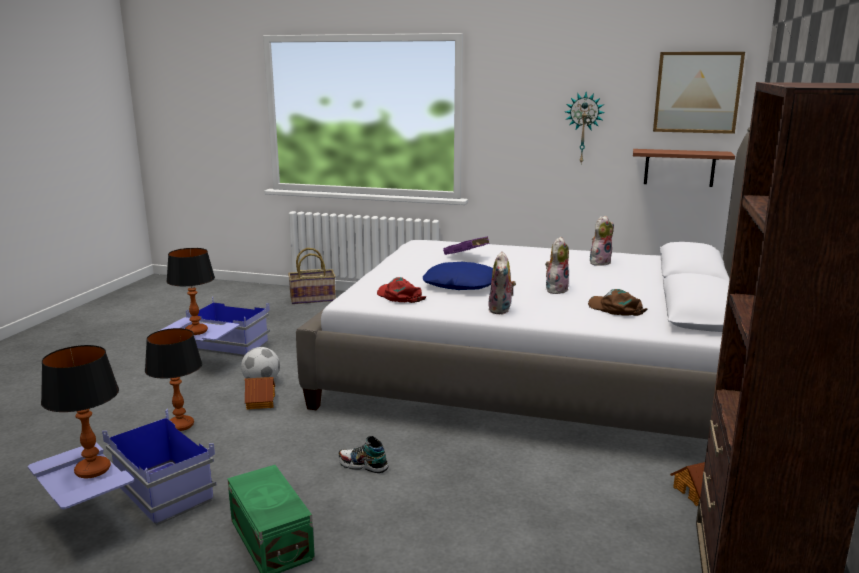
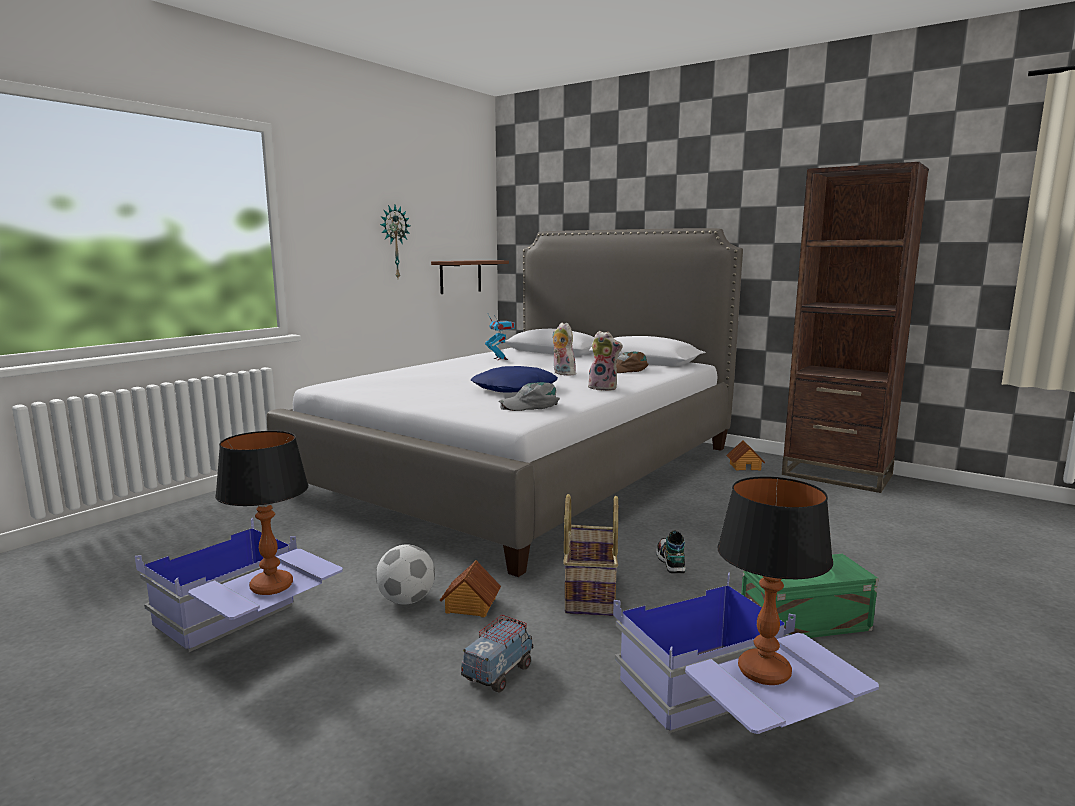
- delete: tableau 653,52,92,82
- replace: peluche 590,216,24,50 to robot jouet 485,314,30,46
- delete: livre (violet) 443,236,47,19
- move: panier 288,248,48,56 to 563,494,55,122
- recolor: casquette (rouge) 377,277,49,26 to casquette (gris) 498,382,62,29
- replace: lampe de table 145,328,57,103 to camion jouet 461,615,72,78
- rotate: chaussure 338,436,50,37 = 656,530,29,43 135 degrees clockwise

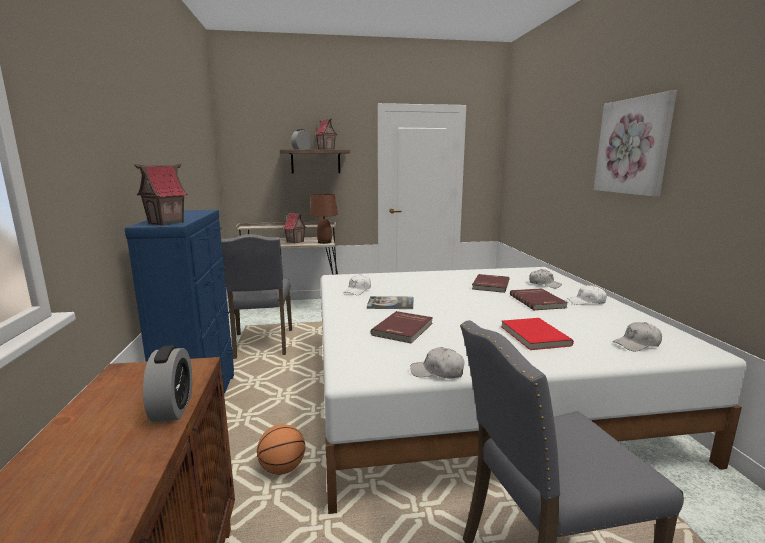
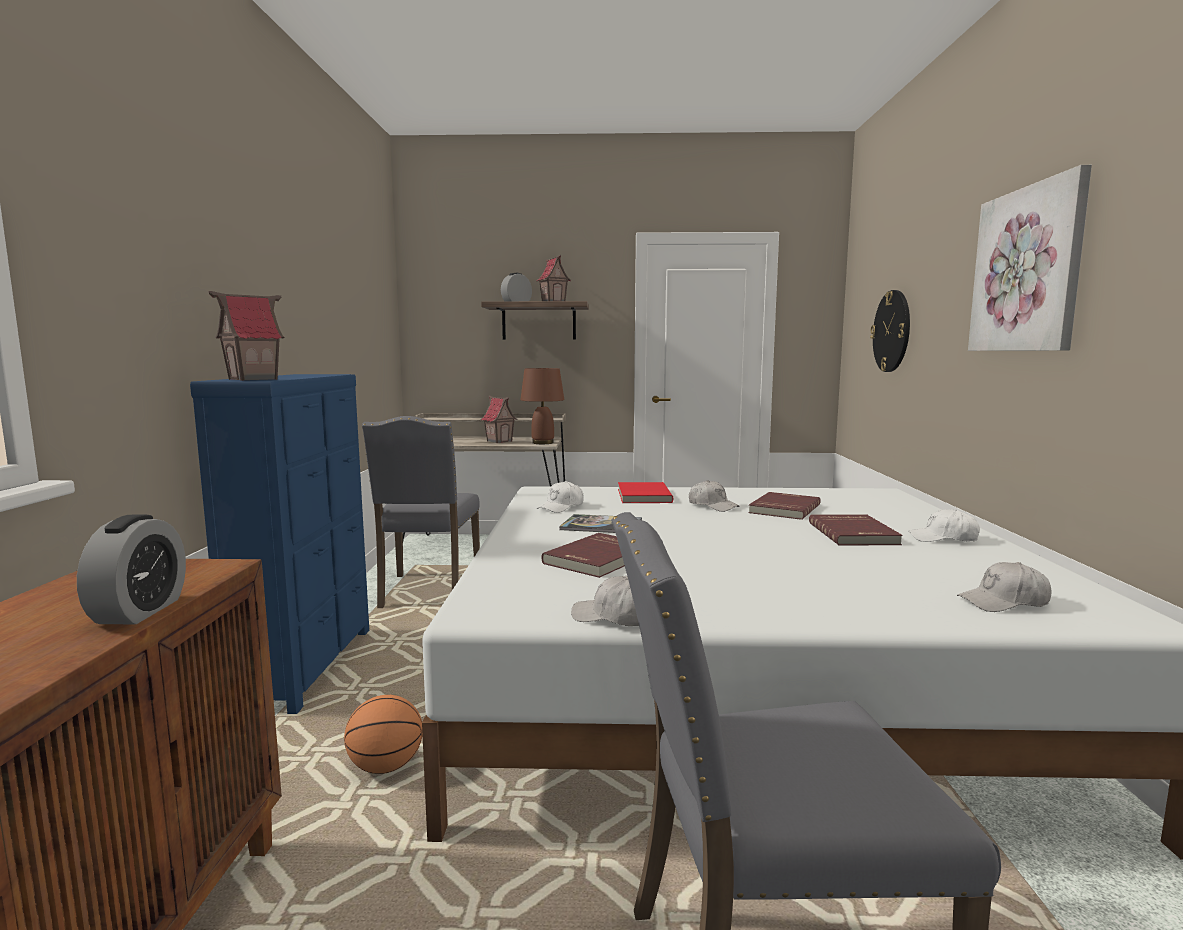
- move: casquette (blanc) 529,269,33,19 to 689,480,51,32
- move: livre (rouge) 501,318,73,32 to 618,482,55,21
- insert: horloge murale 870,290,40,82

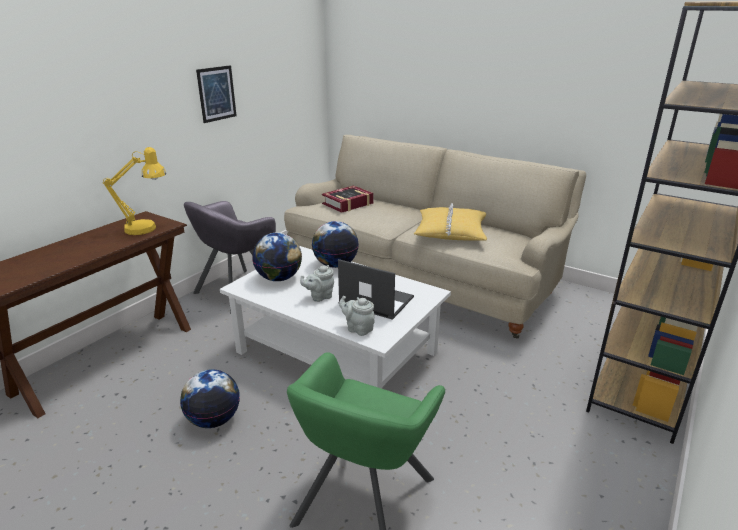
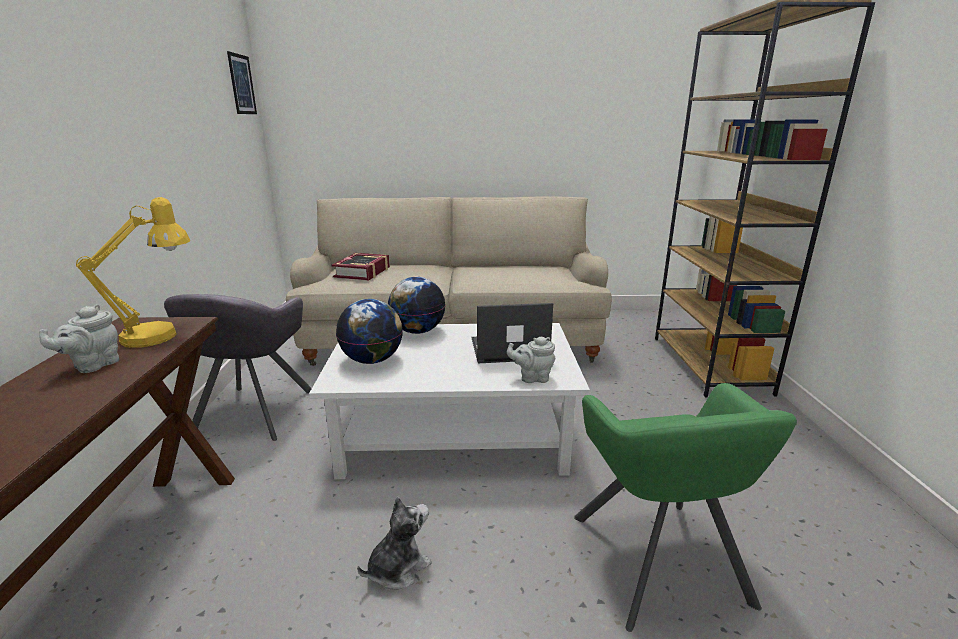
- move: tableau 196,65,41,58 to 227,51,30,63
- delete: coussin (jaune) 413,203,74,38
- move: théière (gris) 300,265,34,37 to 39,304,80,69
- replace: globe 180,369,60,59 to peluche 357,497,75,93

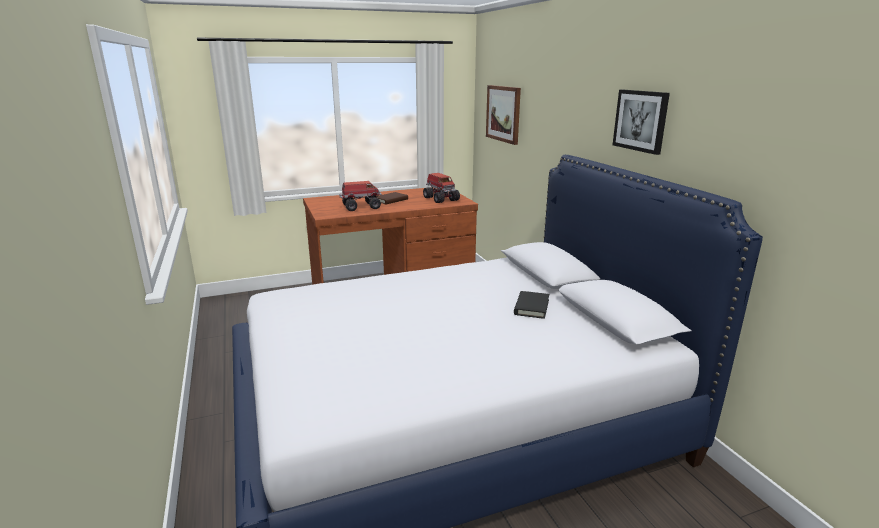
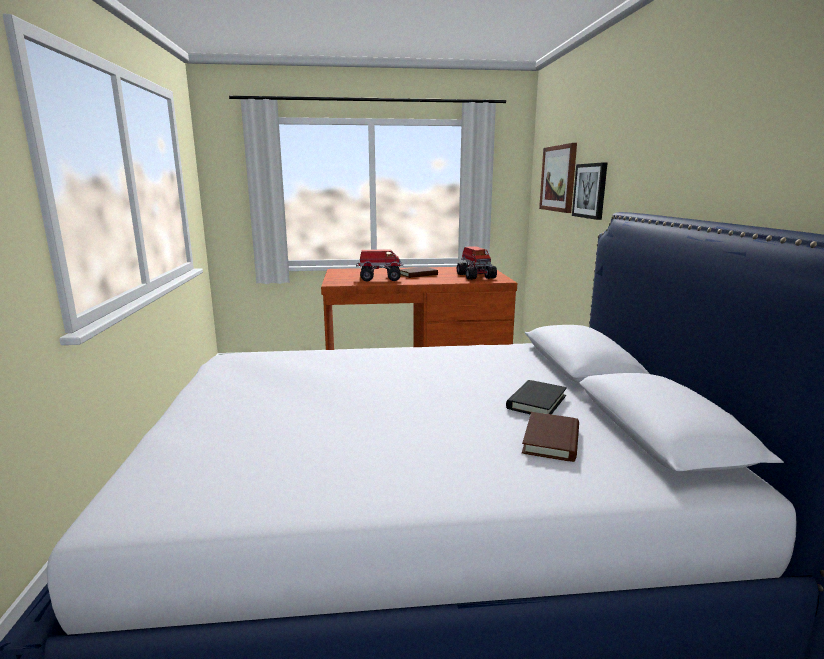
- move: tableau 613,90,57,65 to 572,162,36,58
- insert: livre (marron) 522,412,57,50

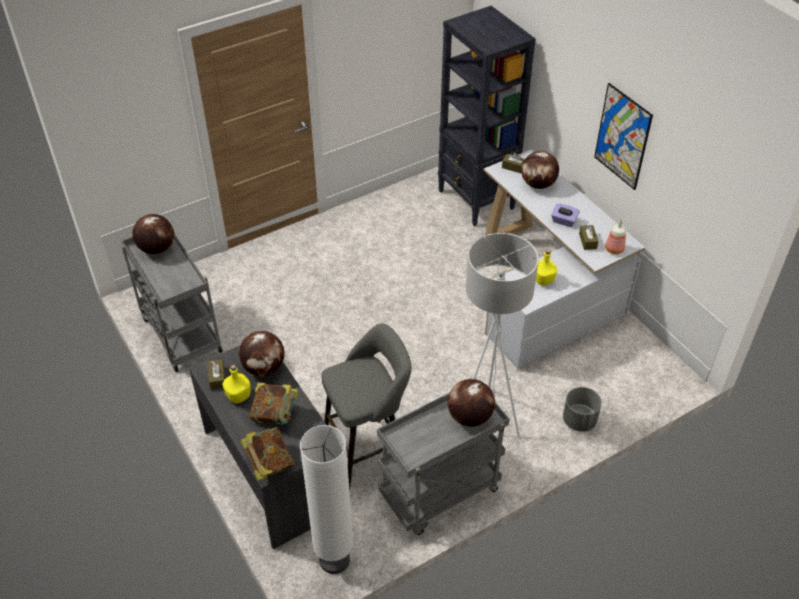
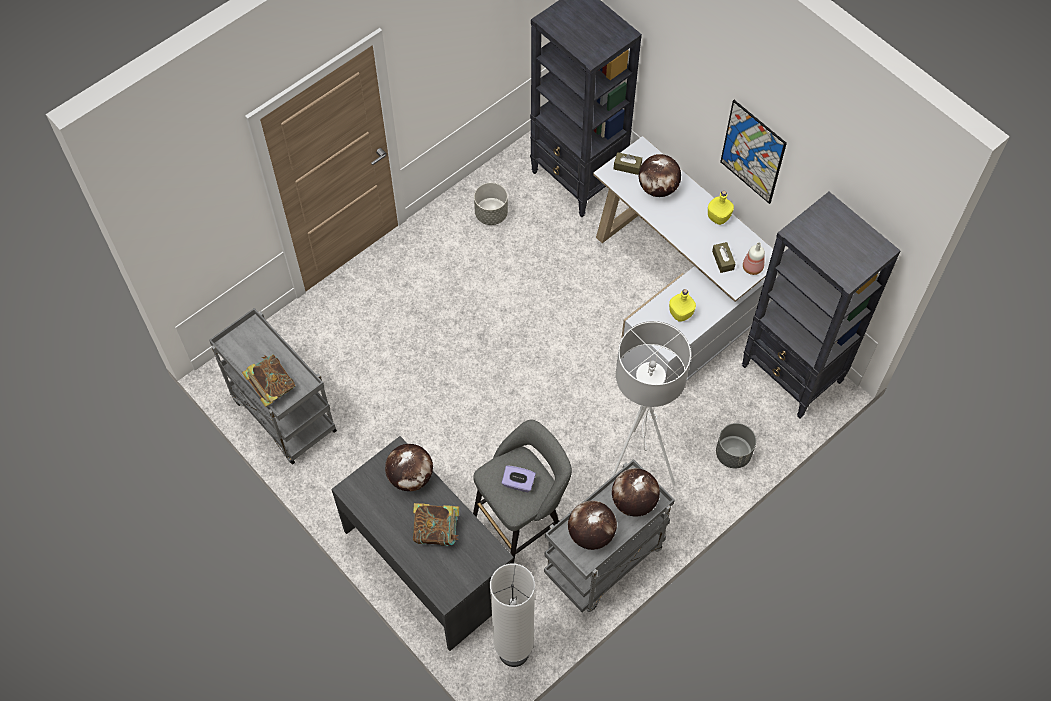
- move: boîte à mouchoirs (violet) 551,204,29,23 to 502,466,34,26
- move: globe 132,214,42,40 to 568,501,49,49
- delete: boîte à mouchoirs (marron) 208,359,17,31
- move: bouteille (jaune) 223,365,28,39 to 708,191,26,34
- move: livre 241,427,53,54 to 242,354,54,53
- insert: cache-pot (gris) 474,183,34,42
- insert: bibliothèque (noir) 742,192,158,226

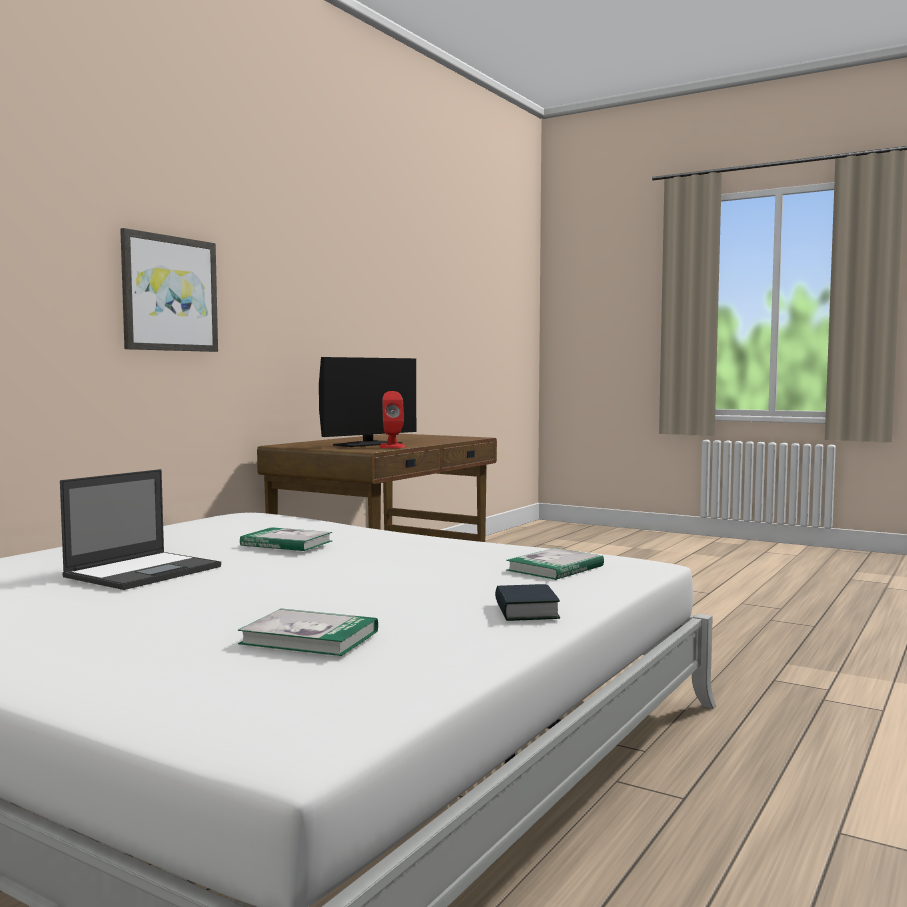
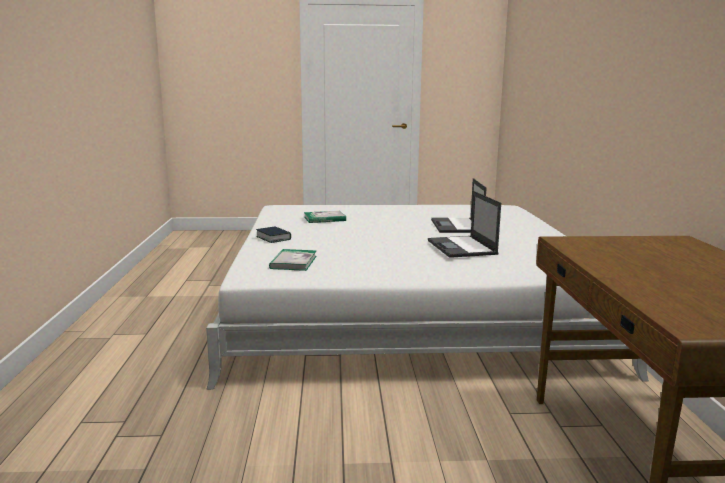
- delete: tableau 120,228,98,124
- delete: écran d'ordinateur 319,357,97,90
- delete: enceinte (rouge) 380,391,25,57
- replace: livre 240,527,92,24 to ordinateur portable 428,191,73,67

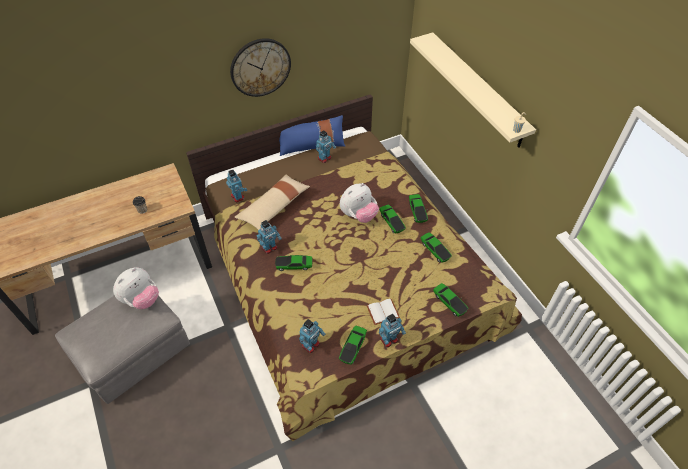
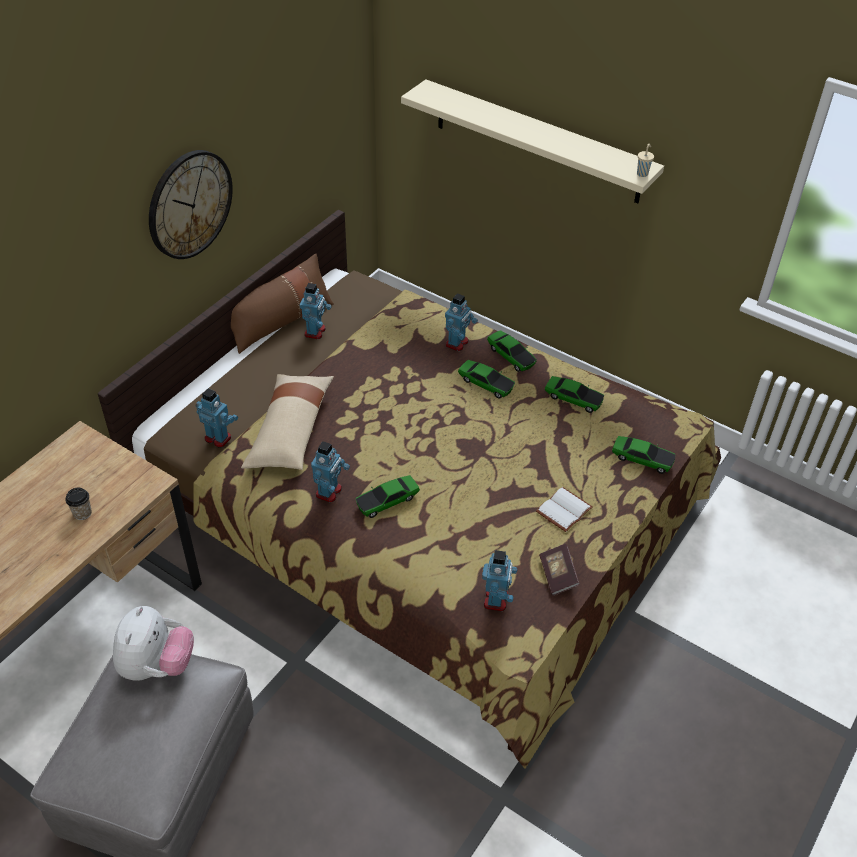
- recolor: coussin (bleu) 279,115,66,41 to coussin (marron) 231,254,103,100
- delete: peluche 340,183,39,40
- move: robot jouet 379,314,27,33 to 445,293,33,58
- replace: petite voiture 339,325,28,40 to livre 539,544,41,52

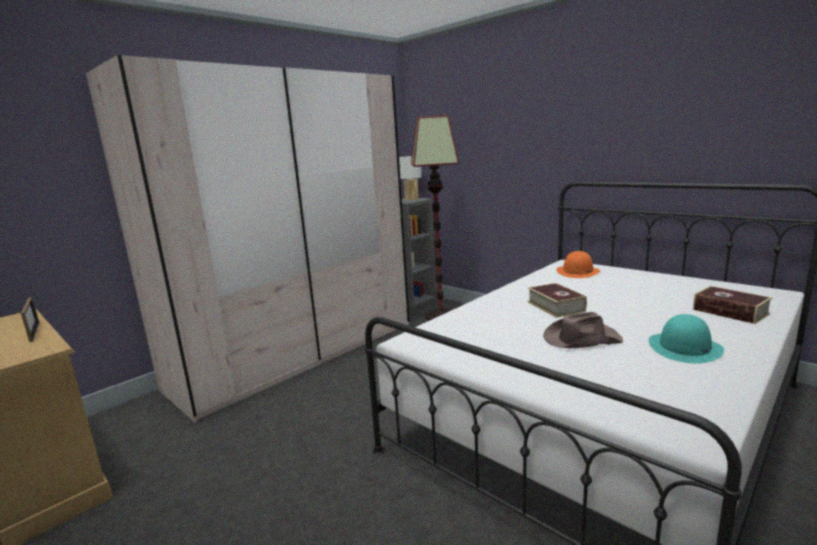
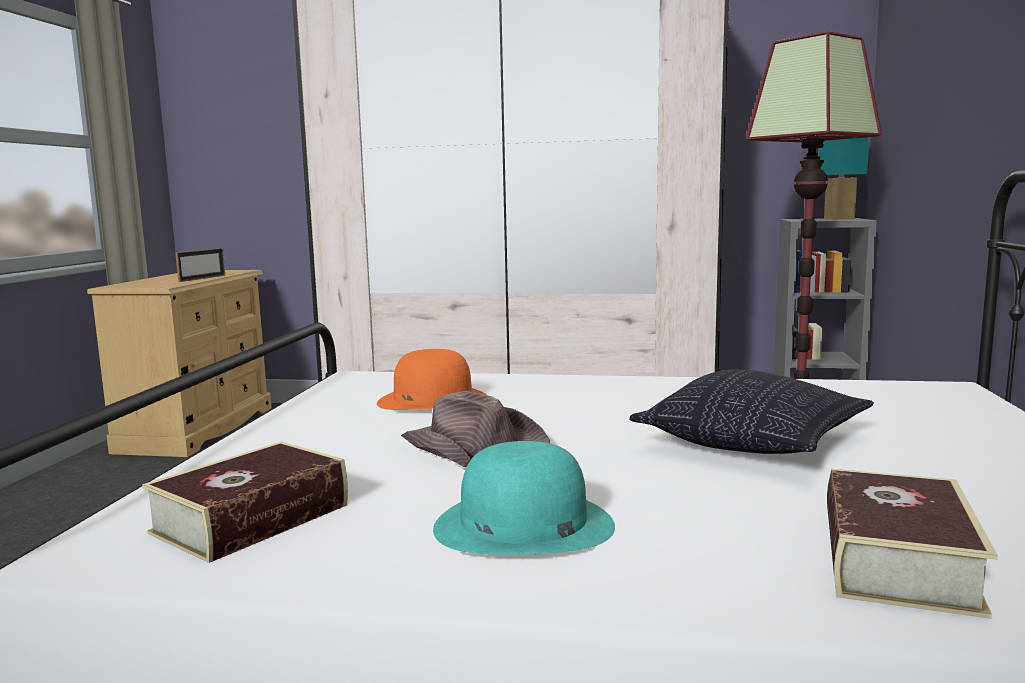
- recolor: lampe de table (blanc) 399,156,23,44 to lampe de table (turquoise) 818,137,51,83
- move: chapeau (orange) 556,251,44,27 to 377,349,110,61
- move: livre 527,283,60,35 to 142,441,206,122
- insert: coussin 629,369,245,85

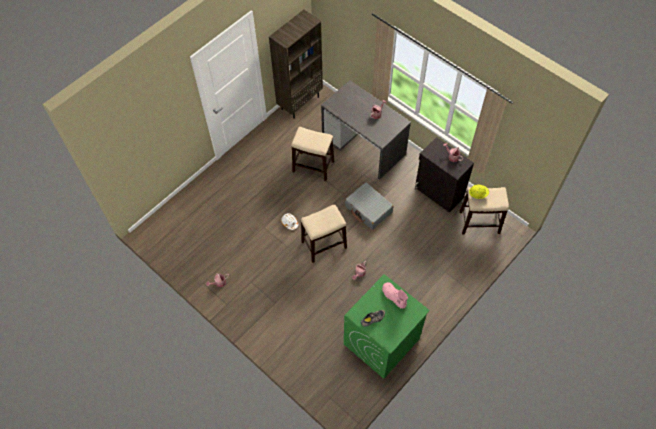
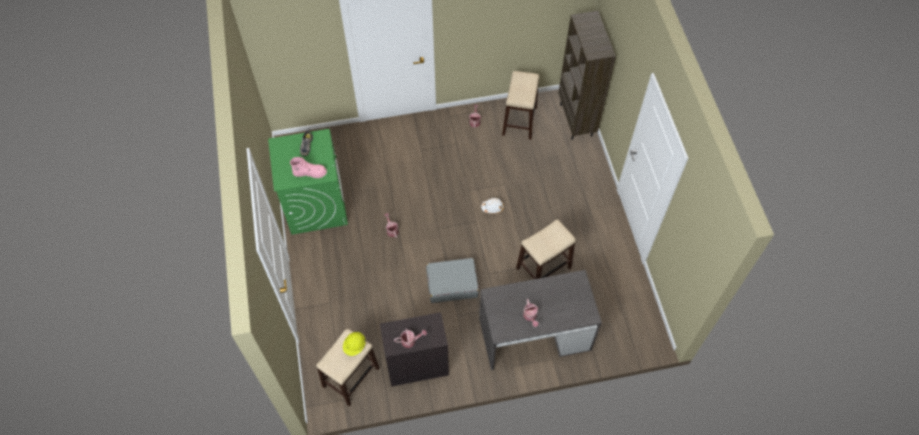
- move: bibliothèque (marron) 269,10,54,109 to 558,11,58,129
- move: tabouret 301,205,46,58 to 502,71,37,69

